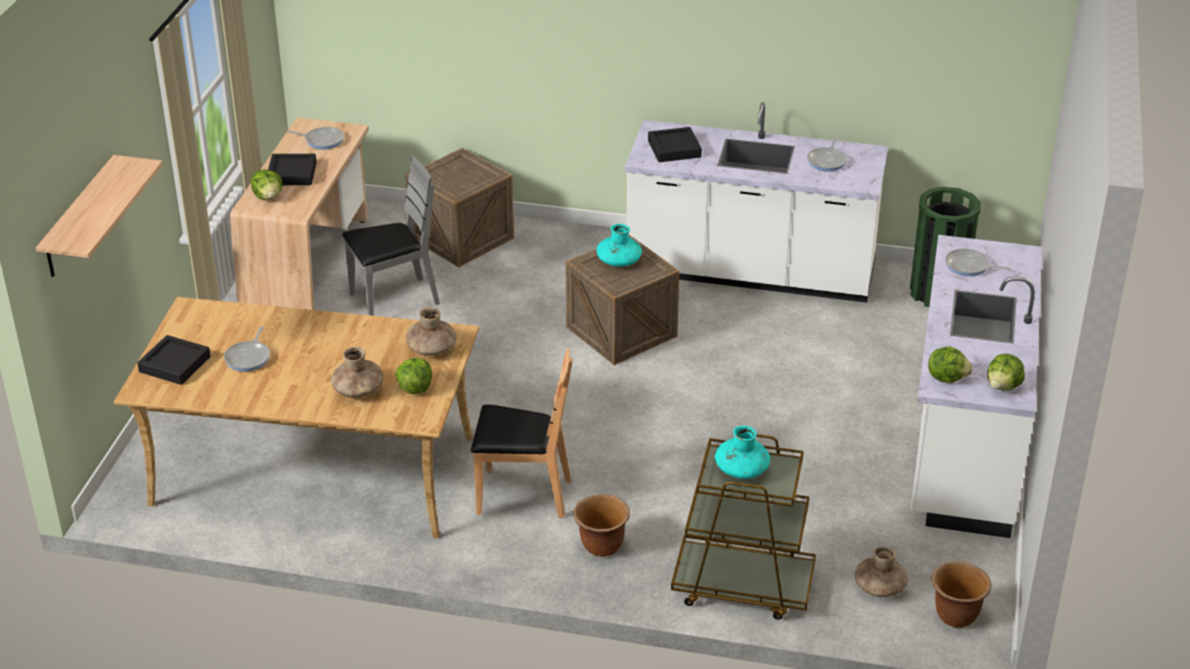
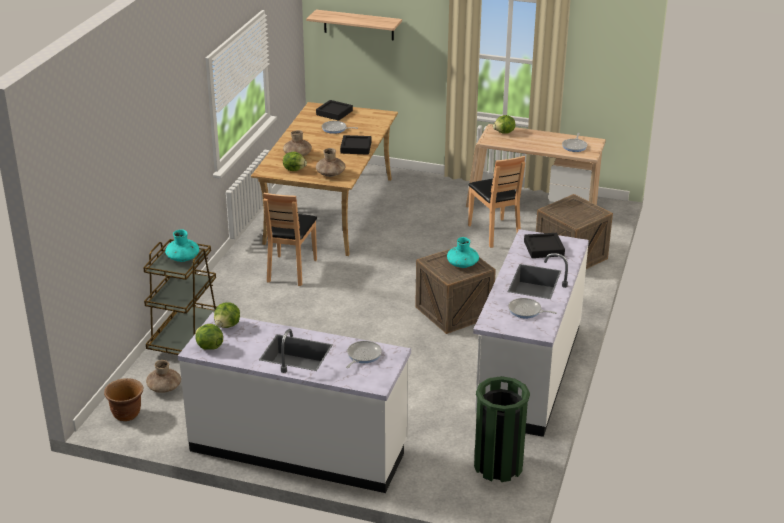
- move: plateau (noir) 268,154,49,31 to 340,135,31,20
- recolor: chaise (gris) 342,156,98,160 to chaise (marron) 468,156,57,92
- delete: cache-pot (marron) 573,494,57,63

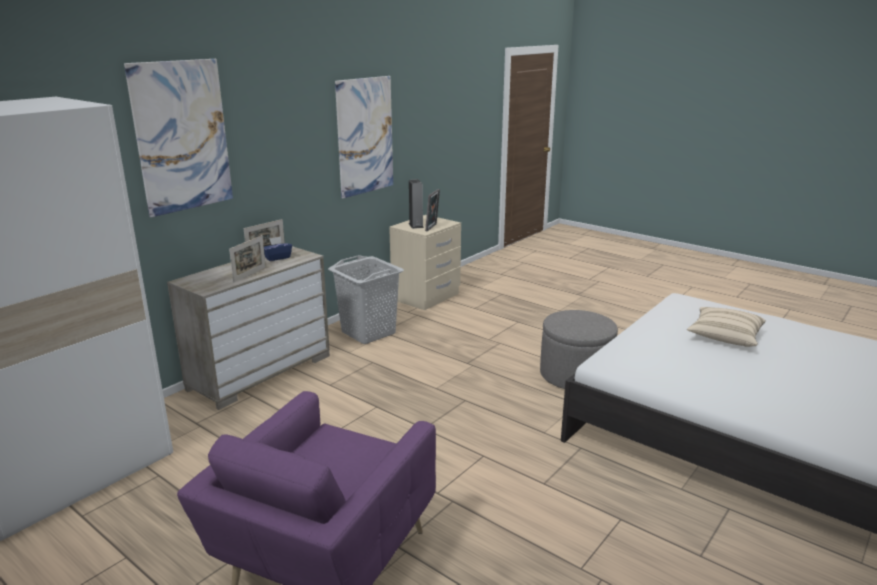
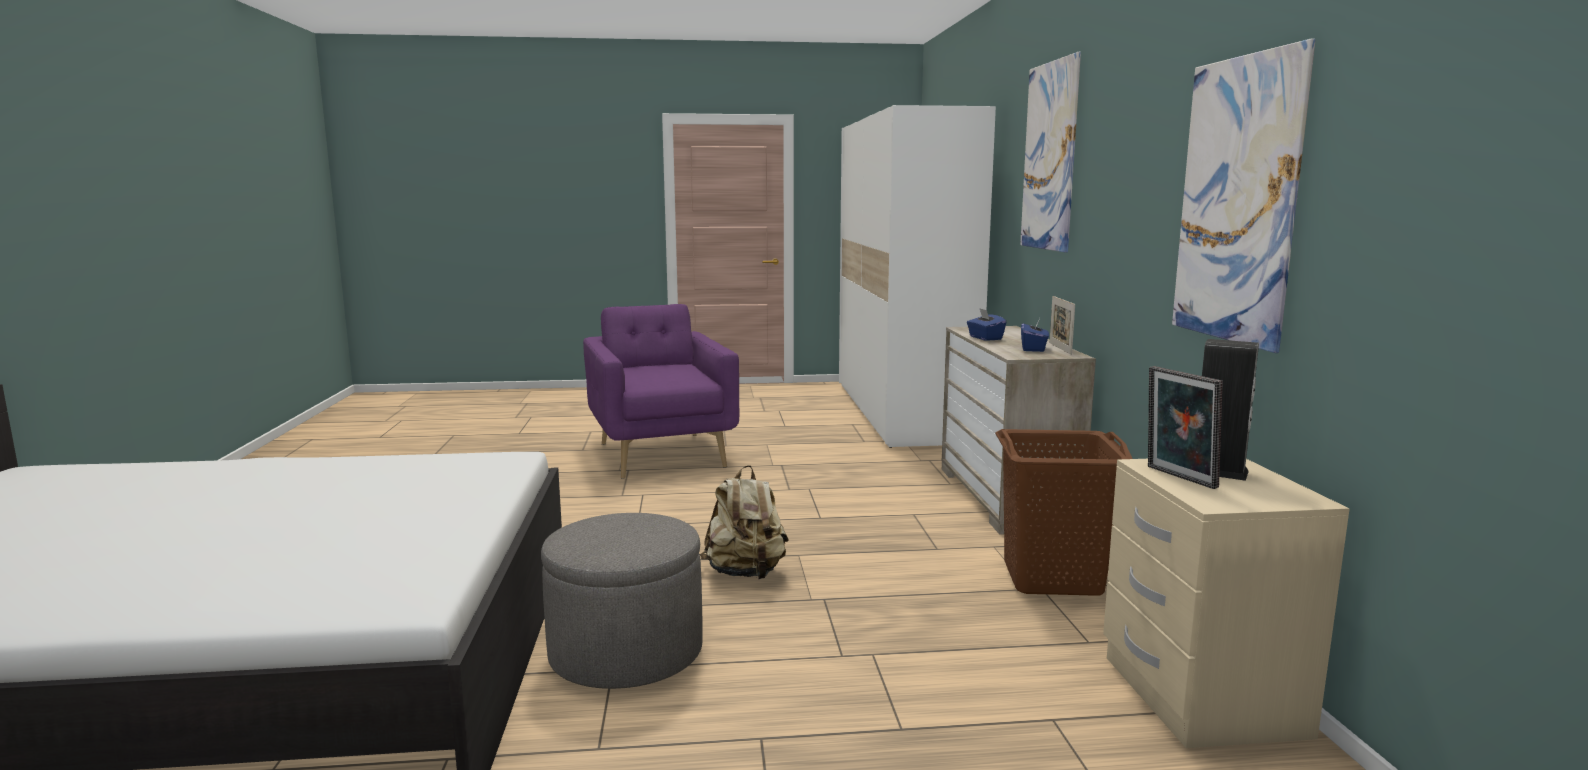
- replace: cadre photo 229,235,37,47 to boîte à mouchoirs (bleu) 967,309,39,32
- recolor: panier à linge (gris) 328,255,76,89 to panier à linge (marron) 995,429,137,167
- delete: coussin (beige) 687,307,79,40
- insert: sac à dos (beige) 700,465,89,114

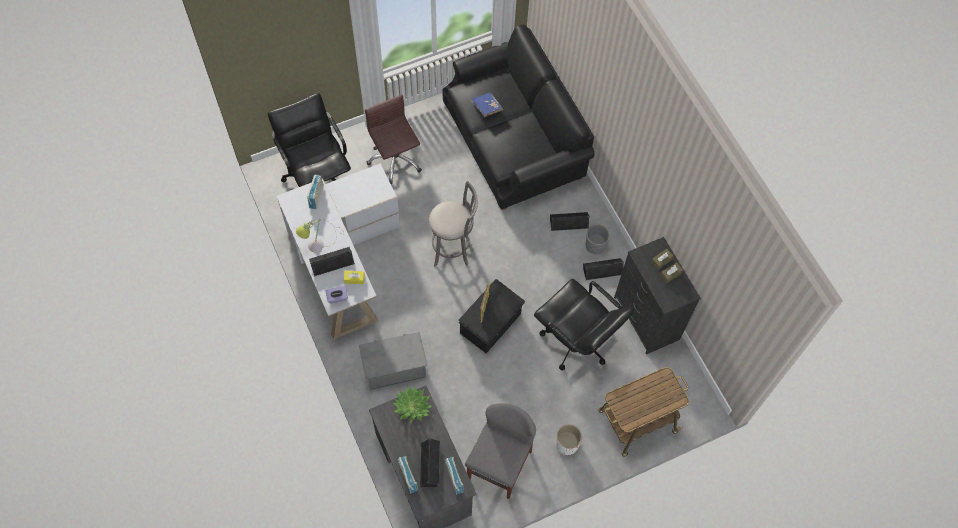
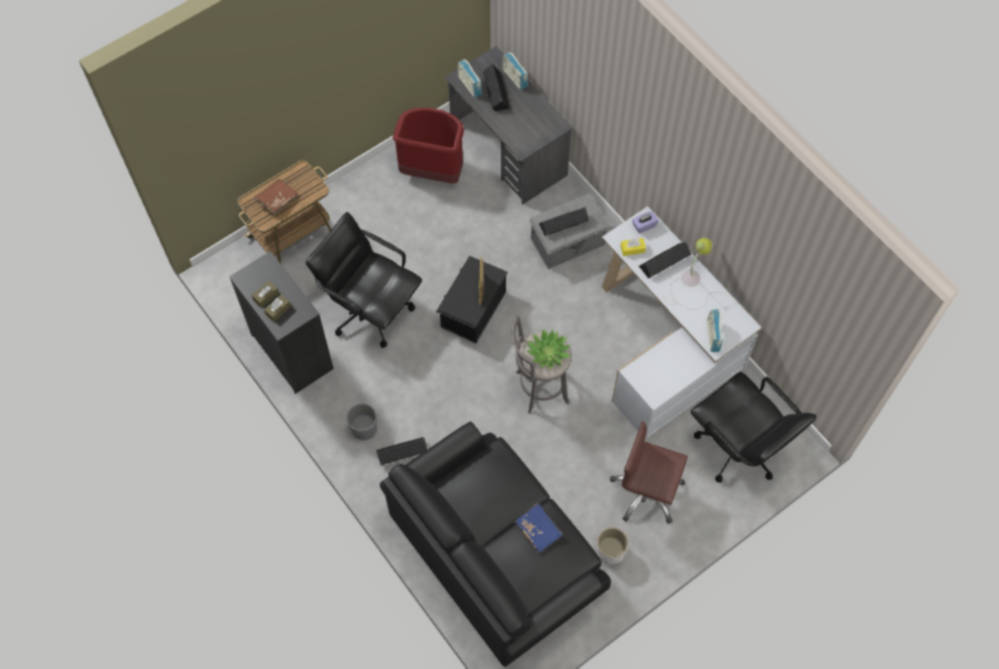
- rotate: chaise de bureau (marron) 365,95,57,89 = 610,421,78,103 150 degrees clockwise
- move: enceinte (noir) 583,258,41,22 to 539,207,50,29
- move: plante en pot 393,386,39,37 to 526,329,45,40
- replace: chaise (gris) 465,403,71,96 to poubelle (rouge) 393,107,71,77
- move: cache-pot (blanc) 556,424,26,31 to 596,528,32,37
- insert: livre (marron) 254,179,44,35

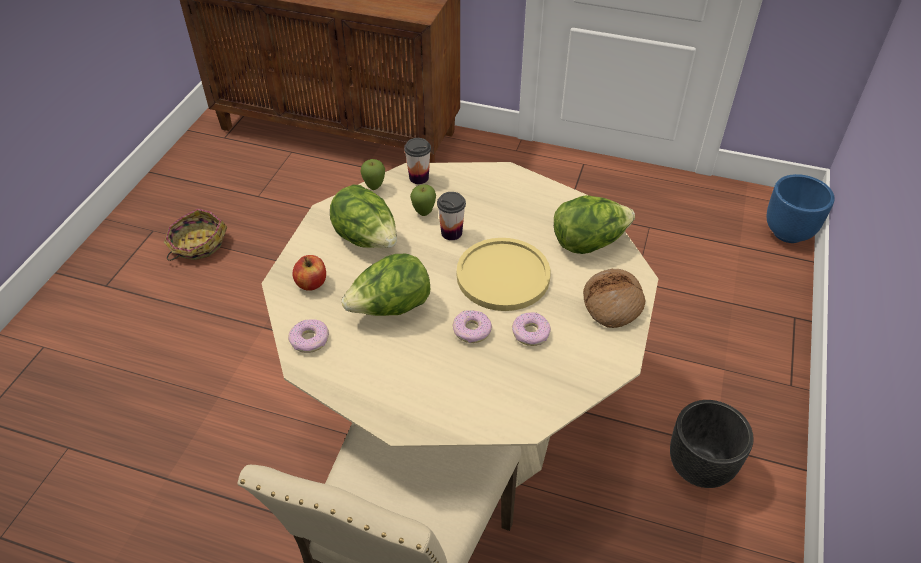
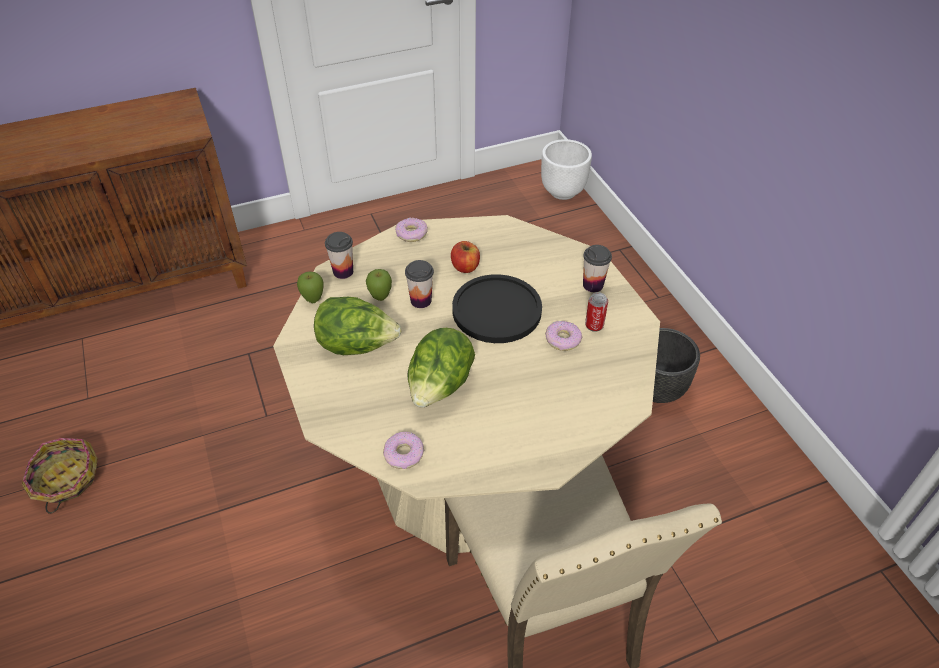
- recolor: cache-pot (bleu) 766,174,69,69 to cache-pot (blanc) 541,139,51,61
- delete: laitue 554,195,81,59
- recolor: assiette (jaune) 457,238,94,73 to assiette (noir) 452,274,90,69
- move: pomme 293,255,33,36 to 451,241,29,32
- replace: pain 583,269,62,59 to tasse 583,245,29,47
- move: beignet 452,310,40,33 to 395,218,33,24
- insert: boîte métallique 585,292,23,40

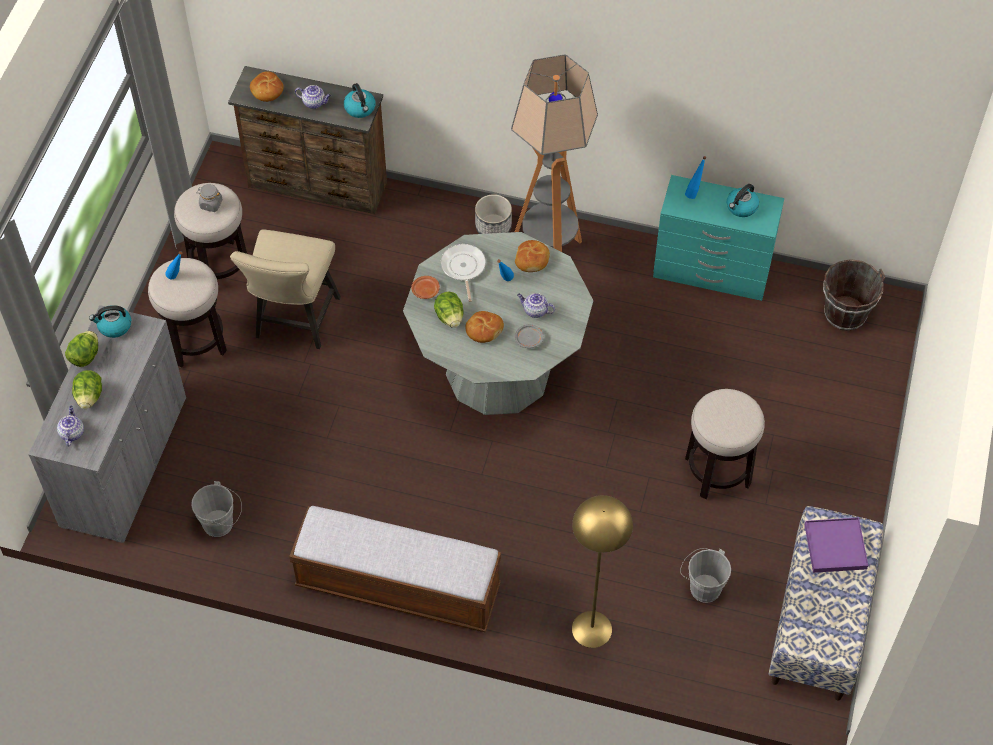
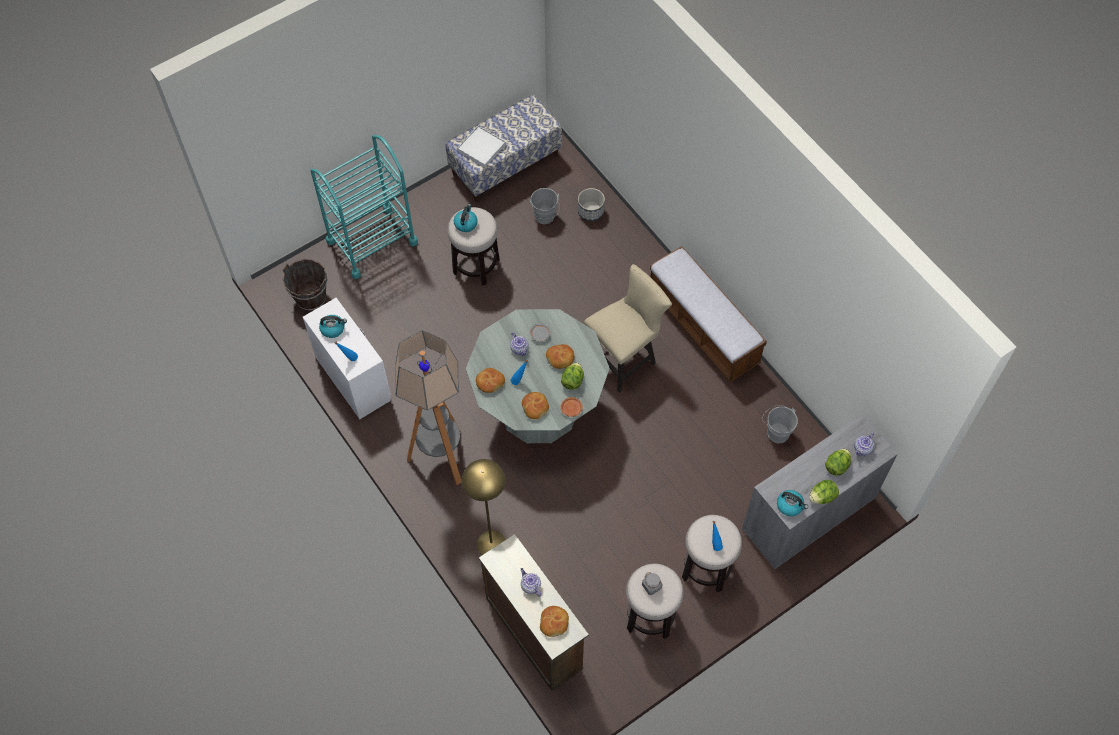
- move: bouilloire 344,83,32,35 to 454,204,24,28
- recolor: commode (turquoise) 653,175,131,126 to commode (blanc) 303,298,88,121
- move: cache-pot 475,194,37,40 to 578,188,27,33
- move: chaise (beige) 230,229,111,120 to 584,264,88,129
- replace: poêle 441,244,45,58 to pain 522,392,27,27
- move: lampadaire (jaune) 572,495,61,153 to 462,459,44,96
- recolor: plateau (violet) 804,518,64,55 to plateau (blanc) 457,126,49,41
- insert: chariot (turquoise) 310,135,108,144

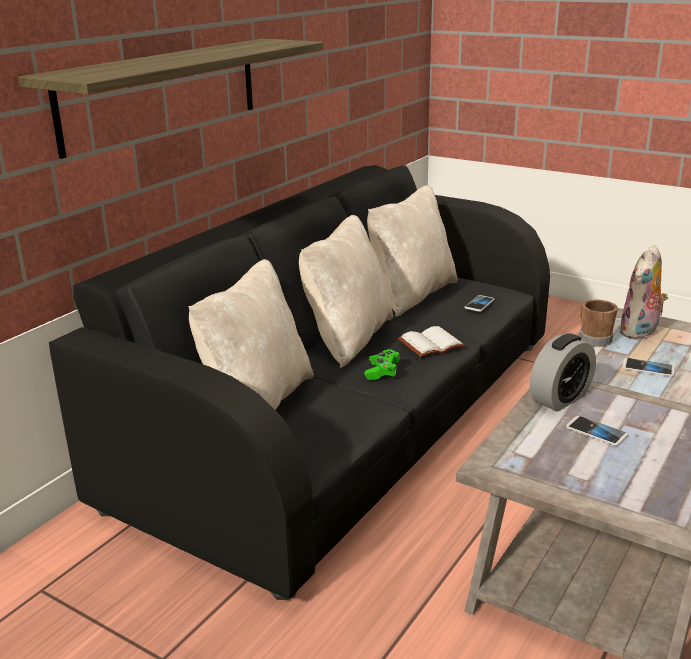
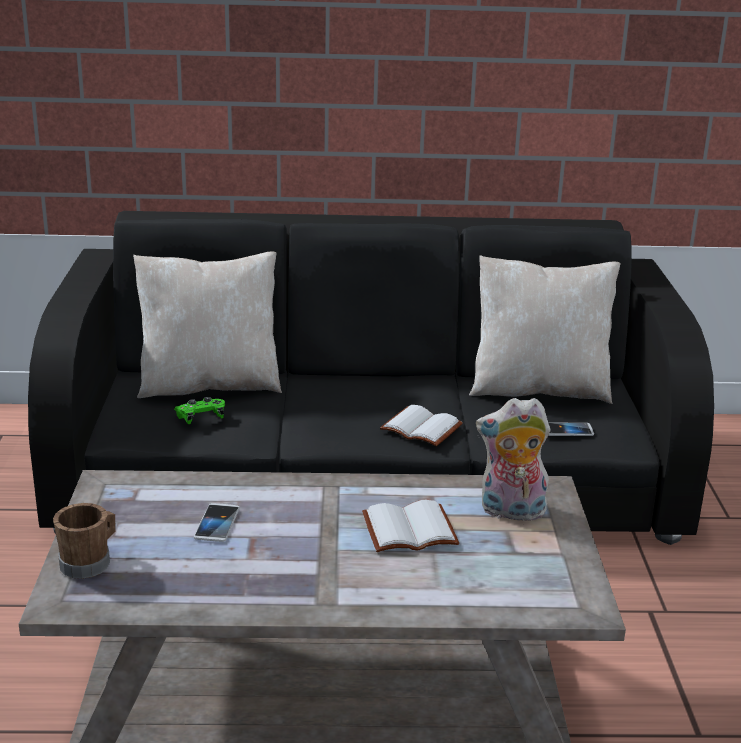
- delete: étagère 18,39,305,120
- delete: coussin (beige) 299,215,94,153
- move: mug (marron) 579,299,39,48 to 53,503,63,76
- delete: réveil 530,333,66,79
- move: manette (vert) 364,350,36,30 to 174,397,51,27
- replace: téléphone 622,358,53,19 to livre (blanc) 362,500,98,52

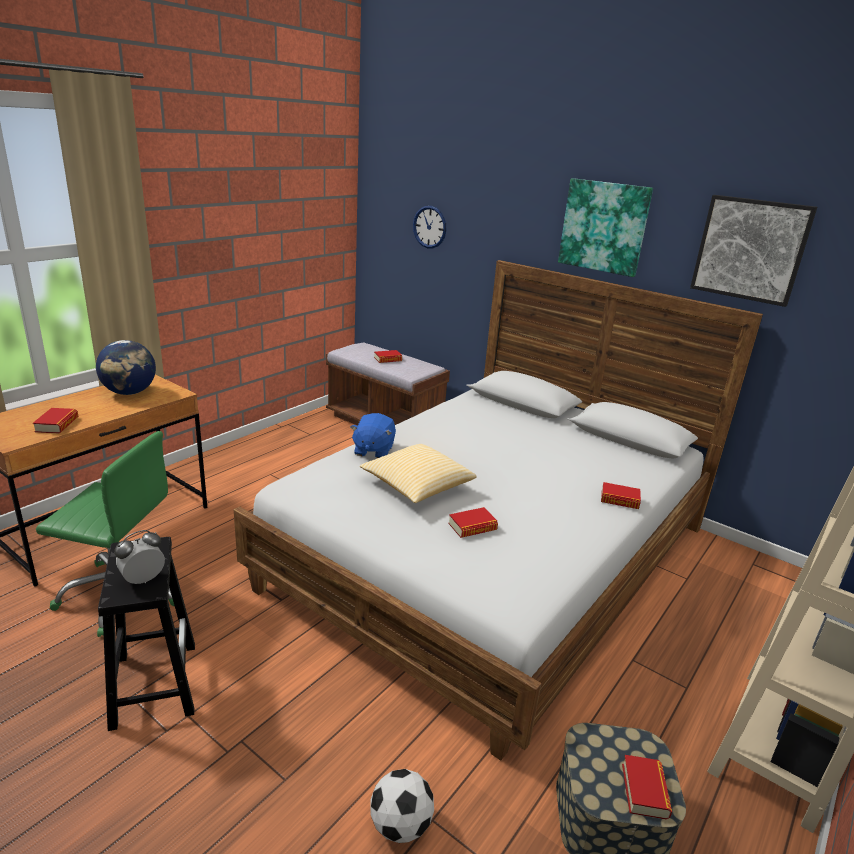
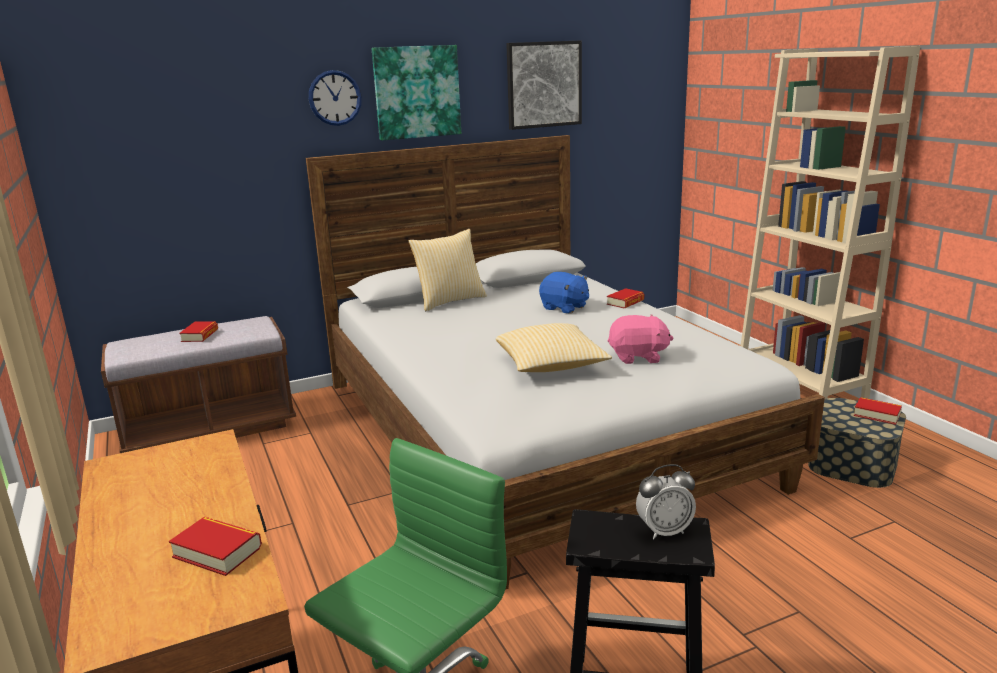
- move: horloge murale 413,206,33,42 to 309,70,53,56
- delete: globe 96,340,60,55
- move: peluche (bleu) 351,413,45,45 to 539,272,50,42
- replace: livre 448,507,50,31 to peluche (rose) 608,315,65,49
- rotate: réveil 114,530,51,54 = 636,464,60,75 90 degrees counterclockwise
- delete: ballon de foot 370,769,64,74
- insert: coussin 408,229,79,82

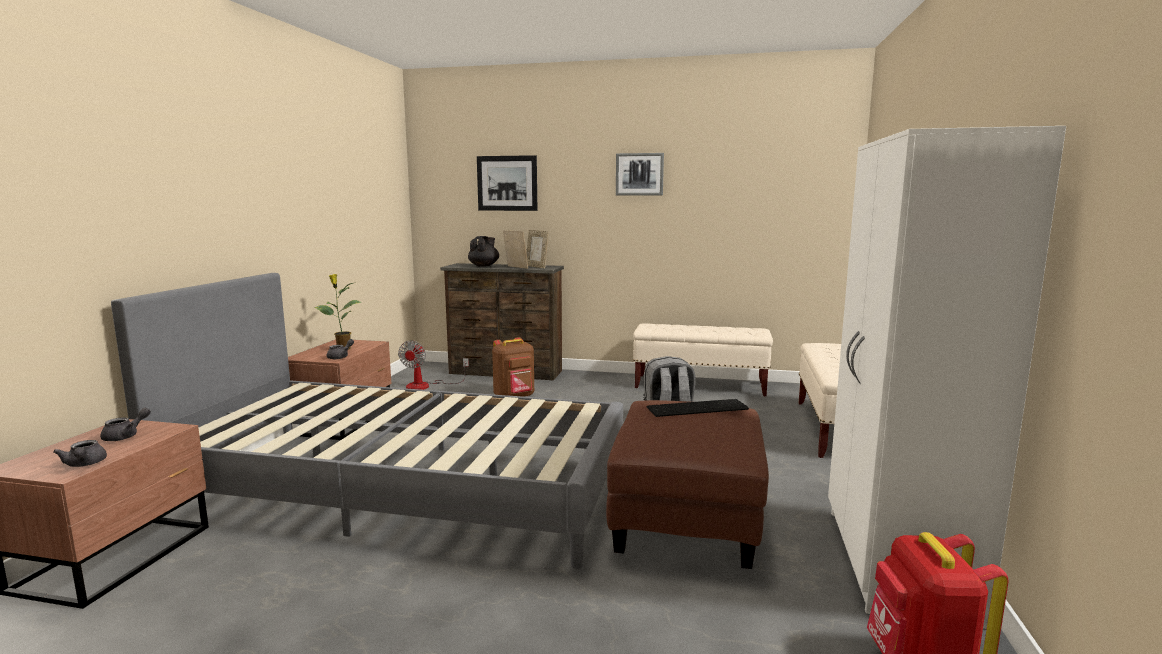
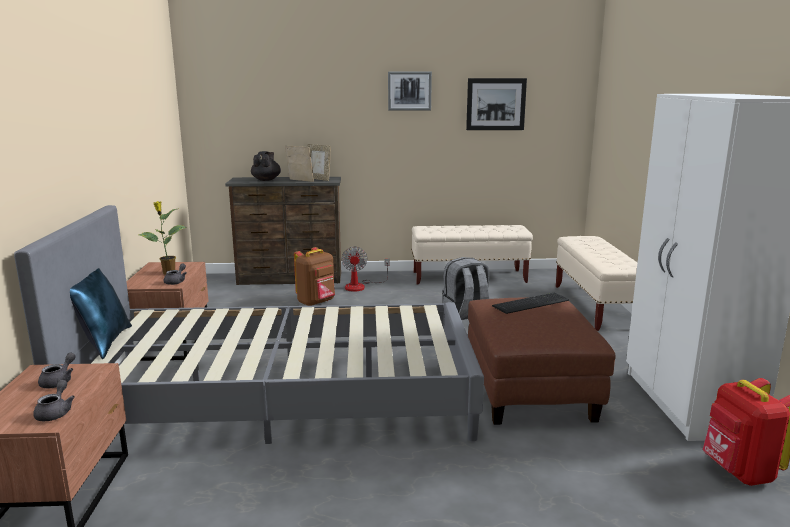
- move: tableau 477,155,60,56 to 466,78,61,52
- move: ventilateur 398,340,71,50 to 341,246,49,46
- rotate: théière (gris) 53,440,54,27 = 33,380,42,41 135 degrees counterclockwise
- insert: coussin (bleu) 70,268,62,91

